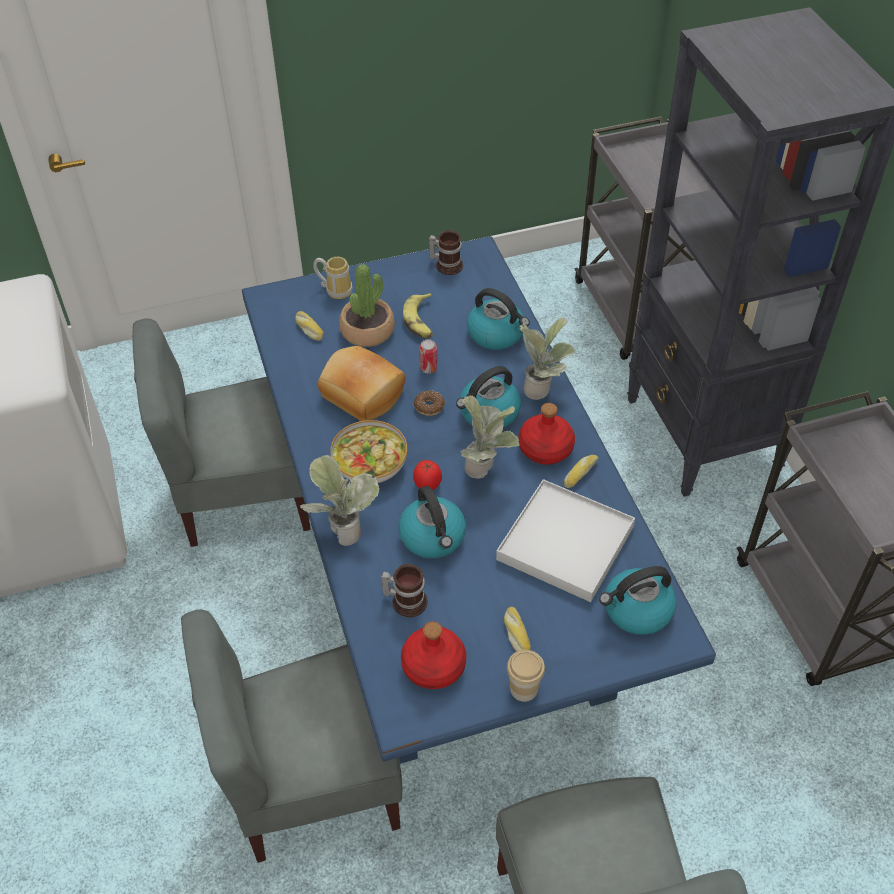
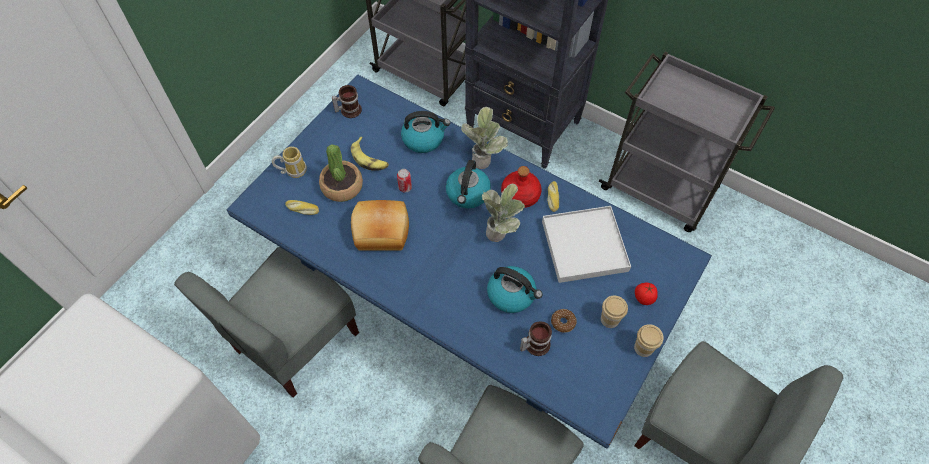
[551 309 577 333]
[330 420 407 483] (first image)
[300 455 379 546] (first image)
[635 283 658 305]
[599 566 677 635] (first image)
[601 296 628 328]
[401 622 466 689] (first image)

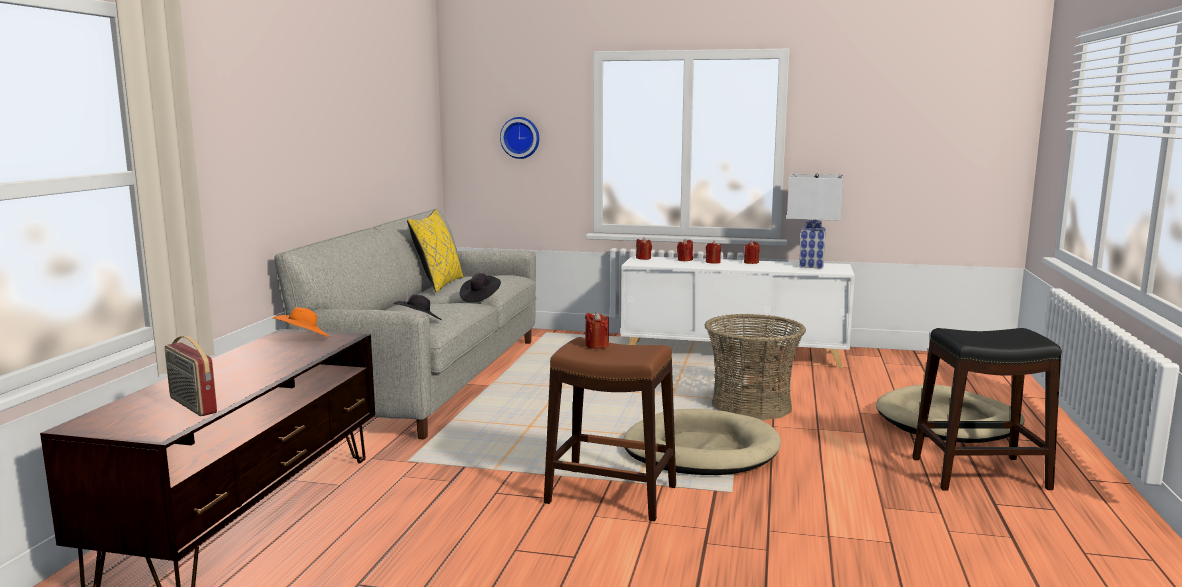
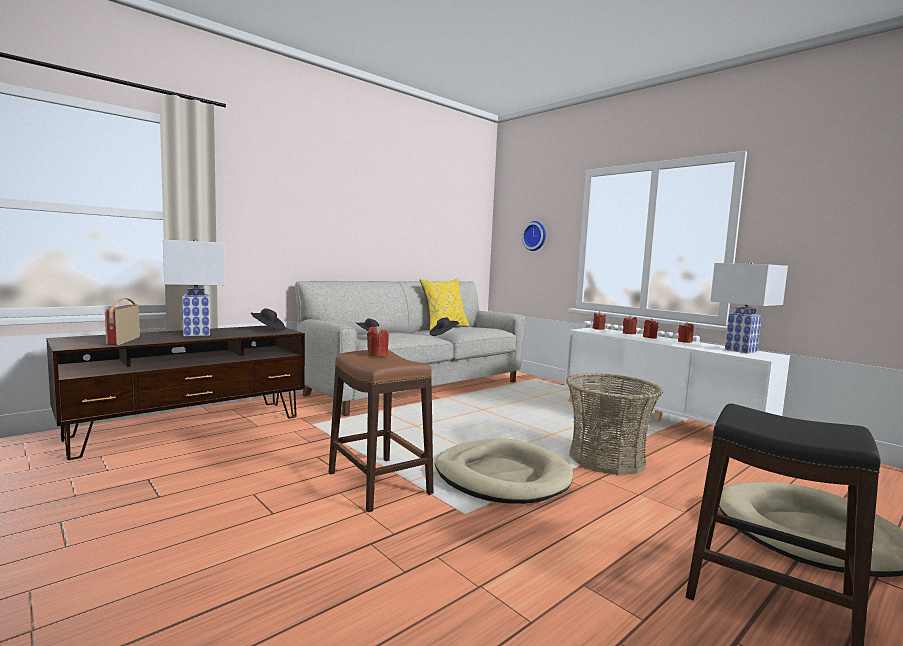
[251 308 285 331]
[163 239 225 336]

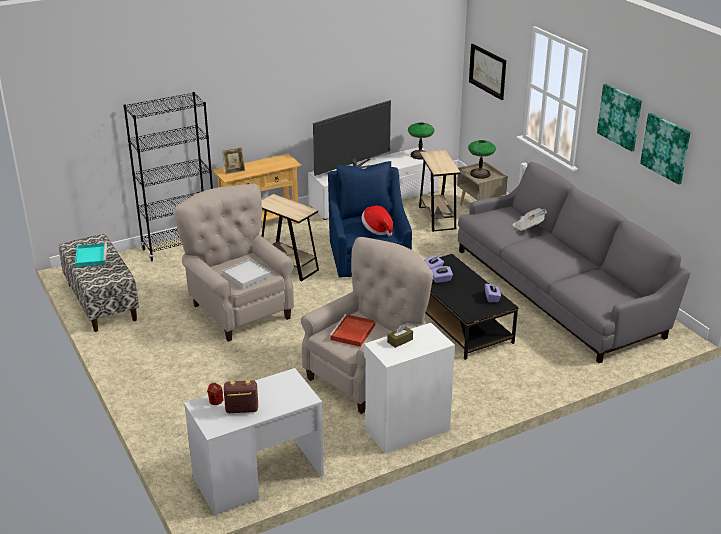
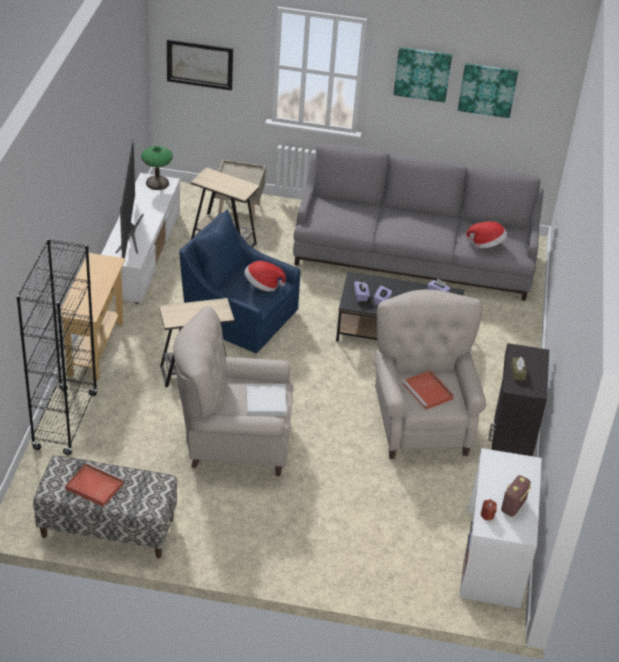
[468 140 496 179] (first image)
[222 147 245 174] (first image)
[513 208 547 231] (first image)
[65 462 124 507]
[488 343 549 456]
[466 221 507 248]

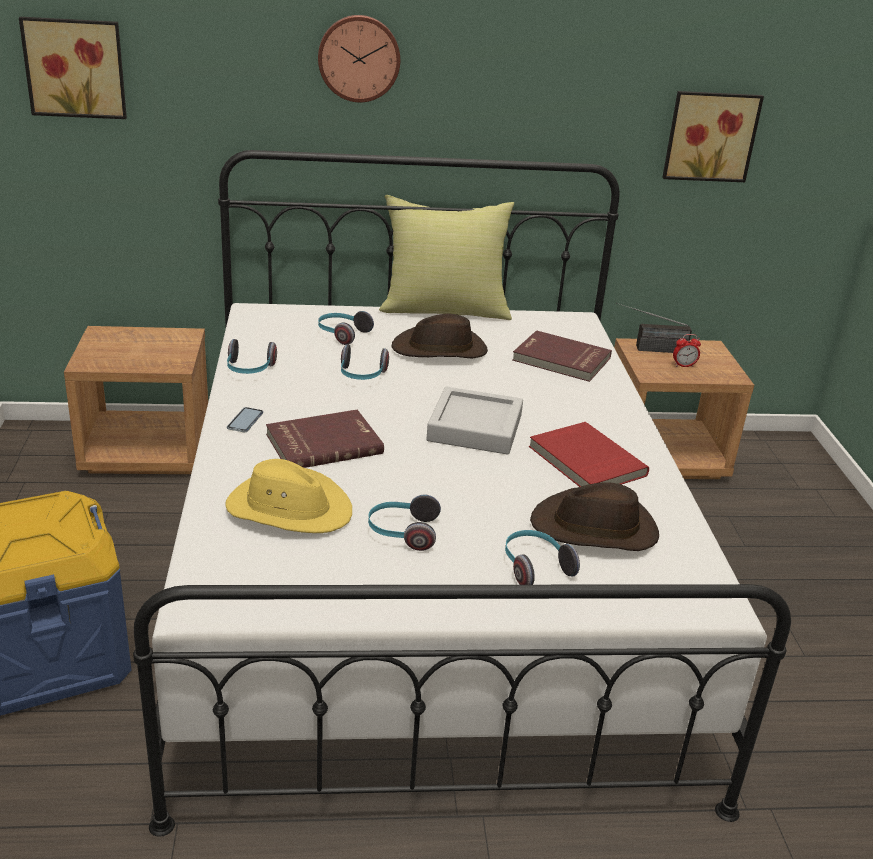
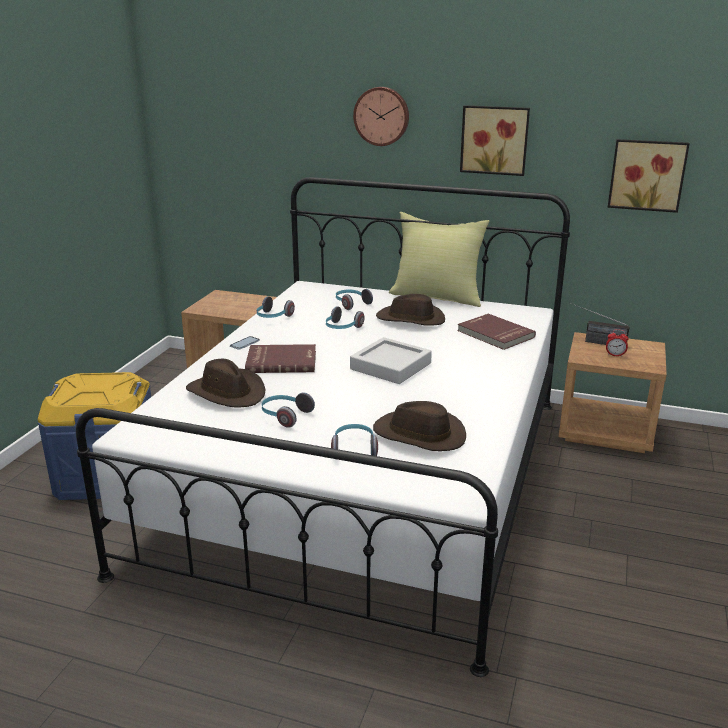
[460 105 530 176]
[529 422 649 487] (first image)
[186 359 265 408]

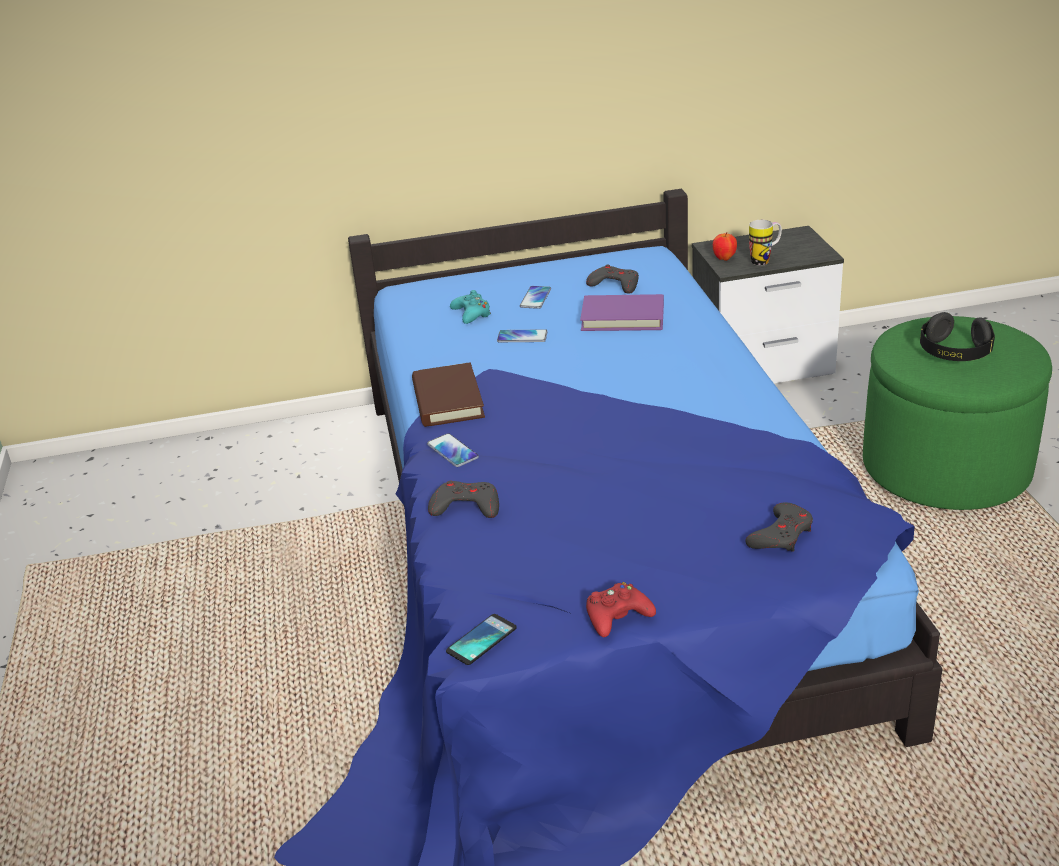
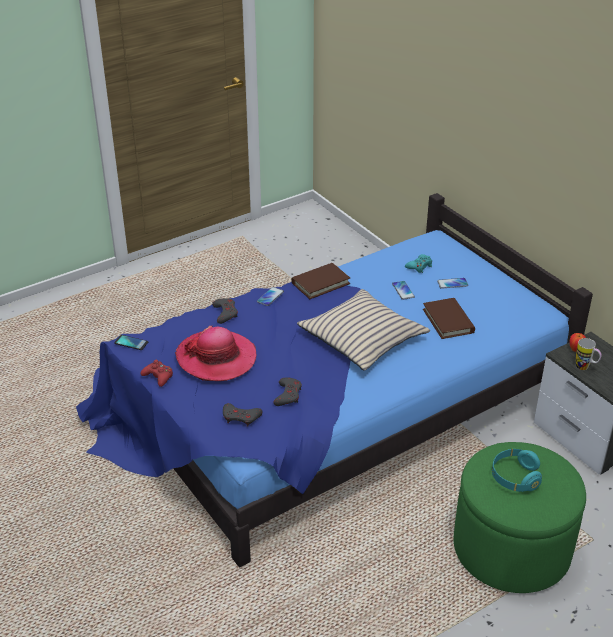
[273 377 302 406]
[423 298 475 339]
[492 449 542 492]
[297 289 430 371]
[175 326 256 381]

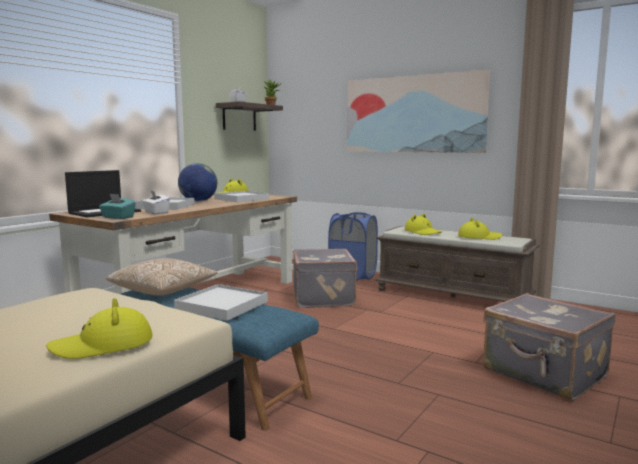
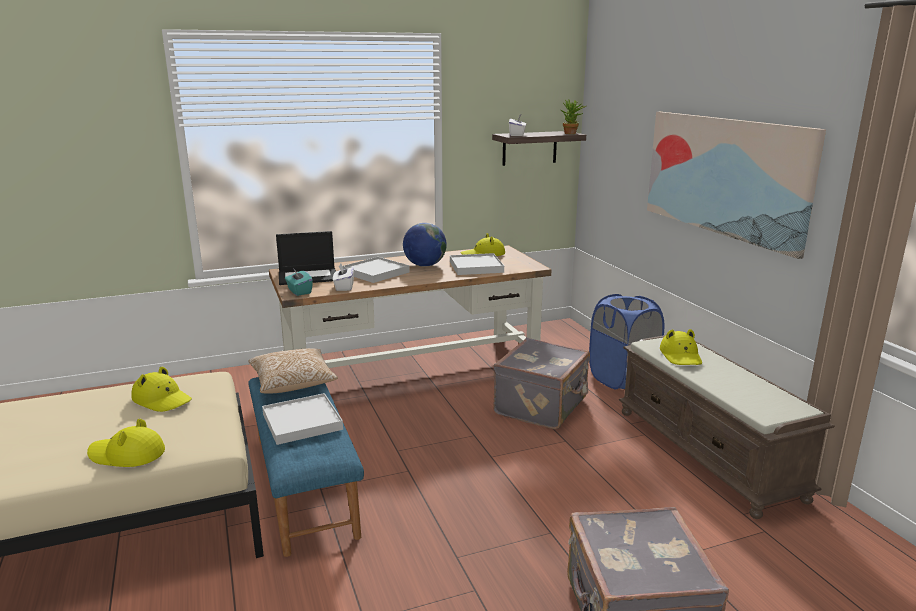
[131 367 192 412]

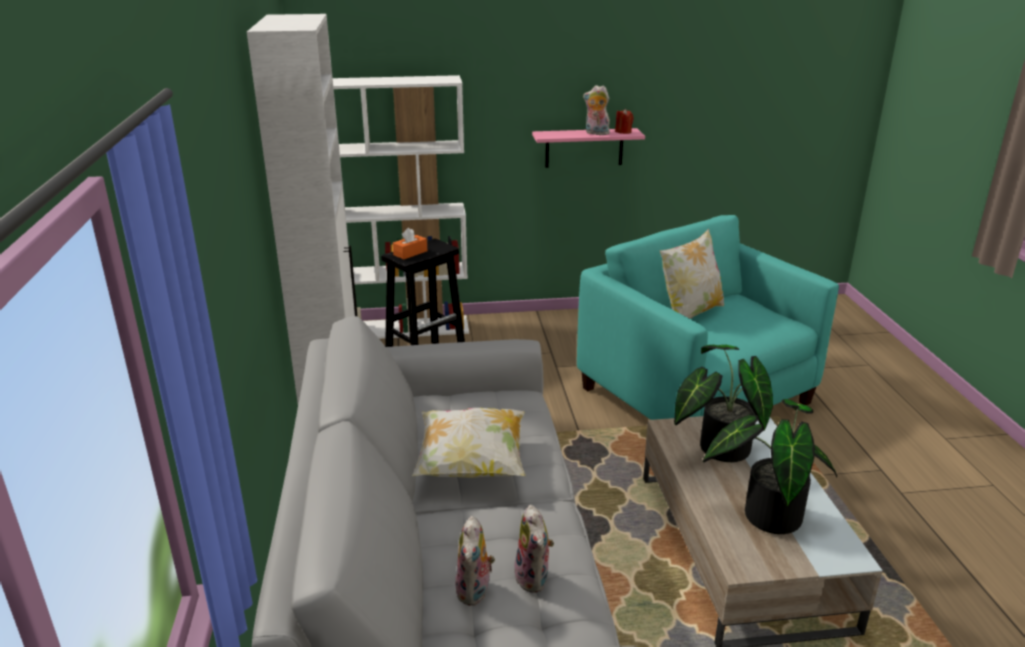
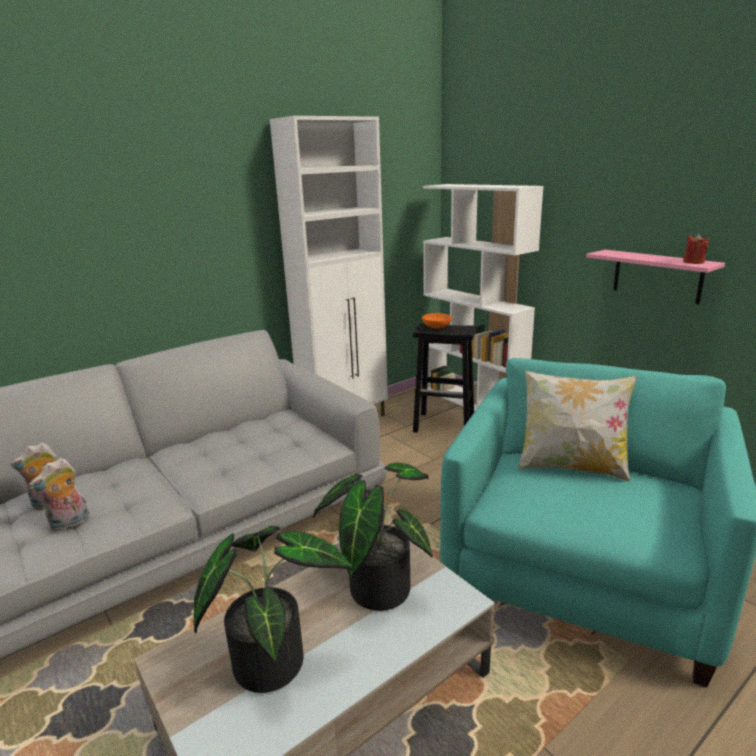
[583 85 610 135] (first image)
[422 313 452 329]
[412 408 526 478] (first image)

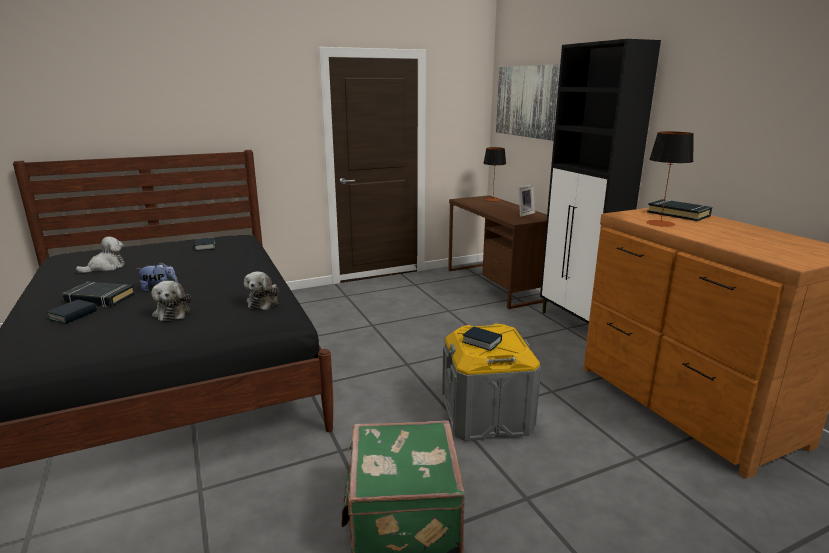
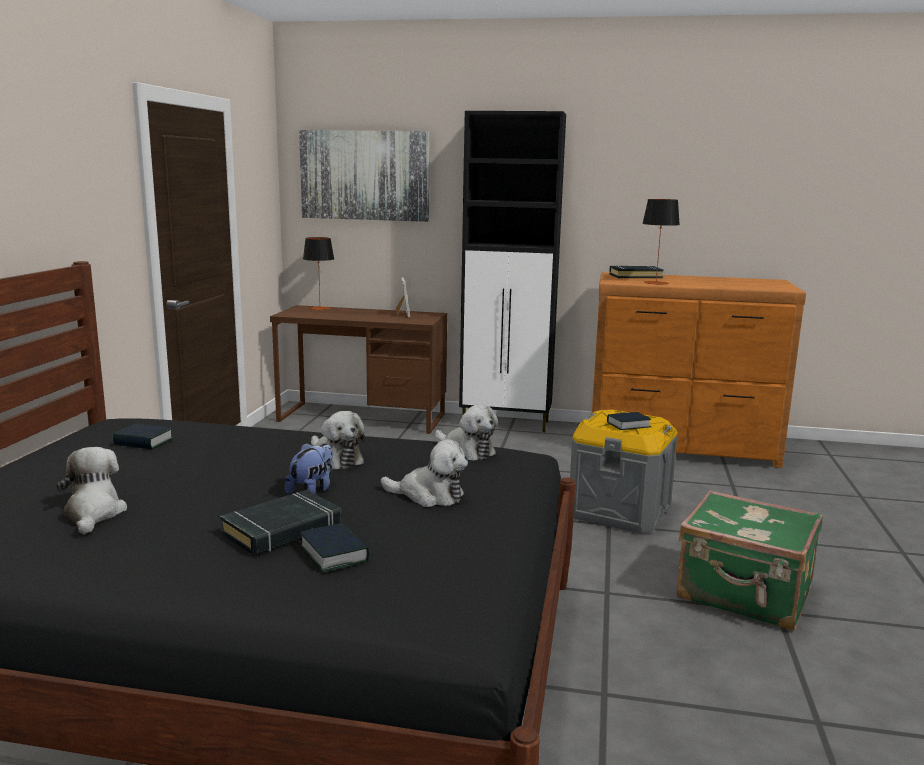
[311 411 365 469]

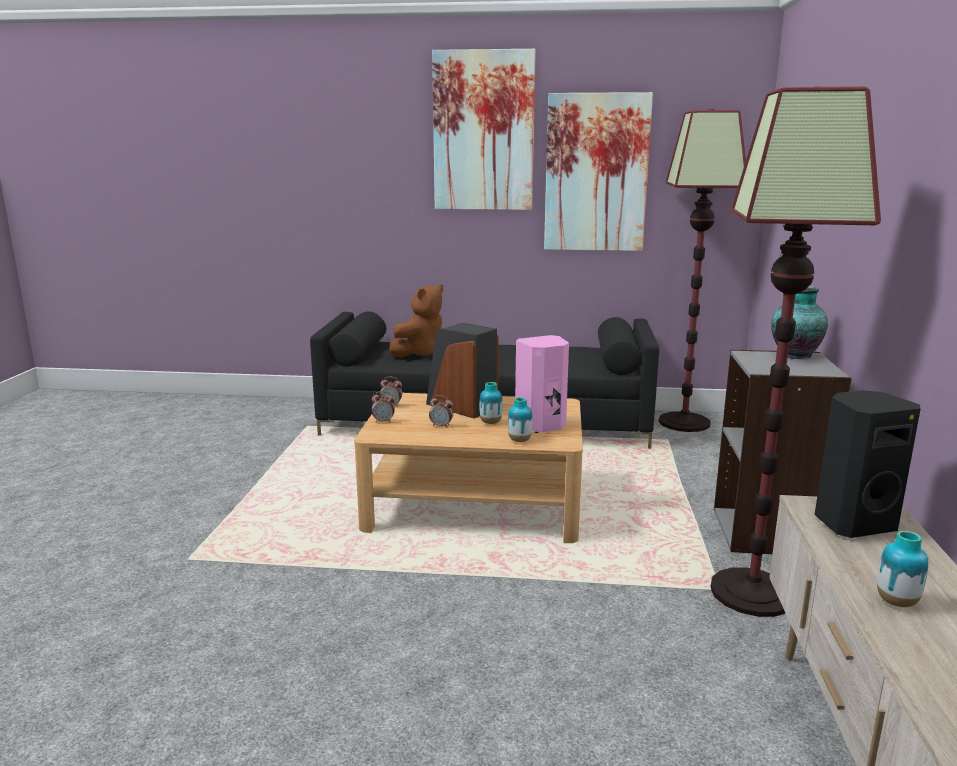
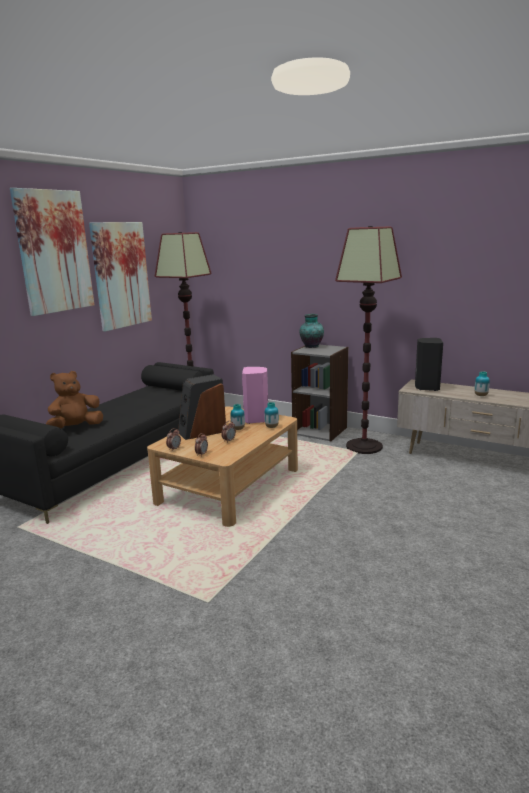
[46 371 103 429]

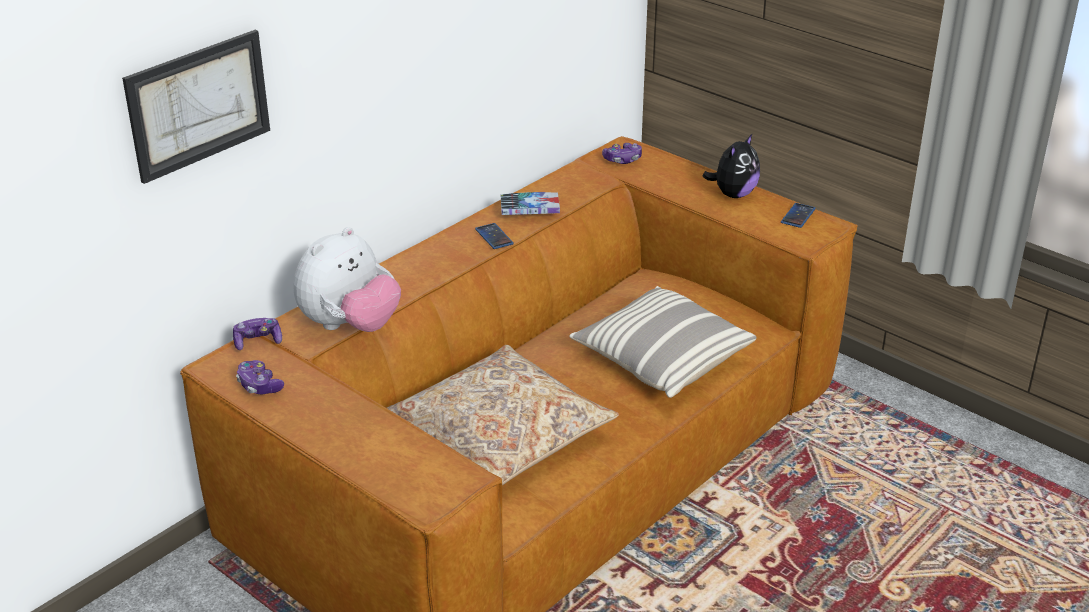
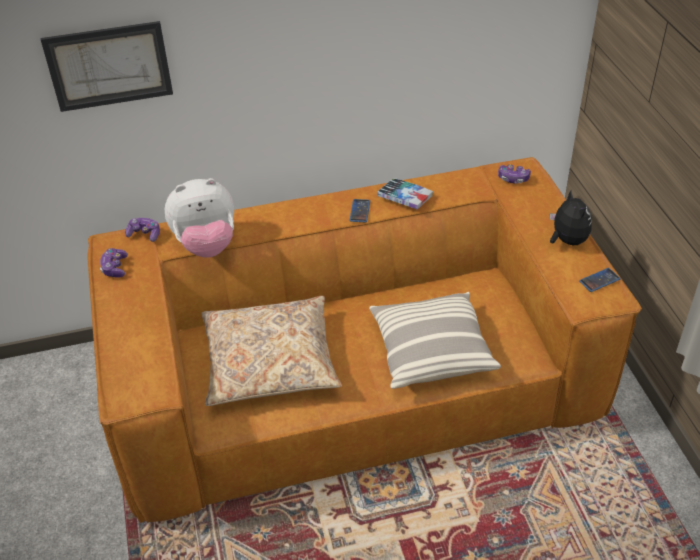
[549 190 592 245]

